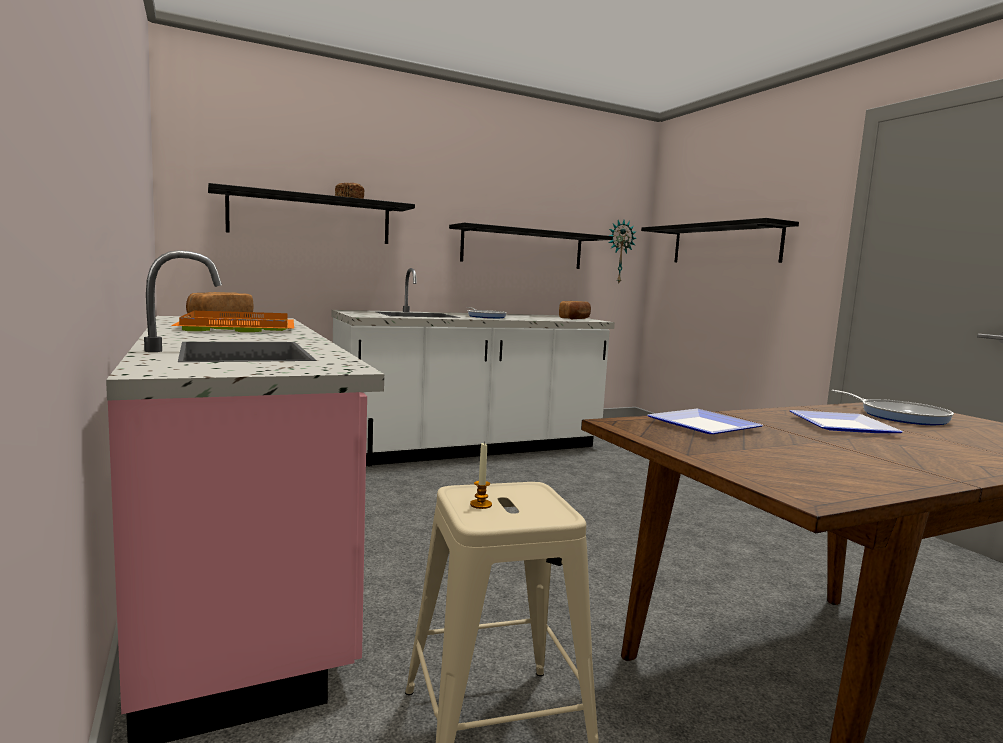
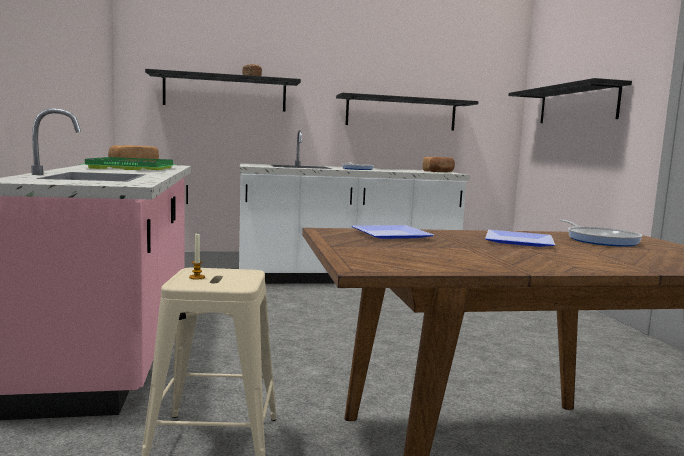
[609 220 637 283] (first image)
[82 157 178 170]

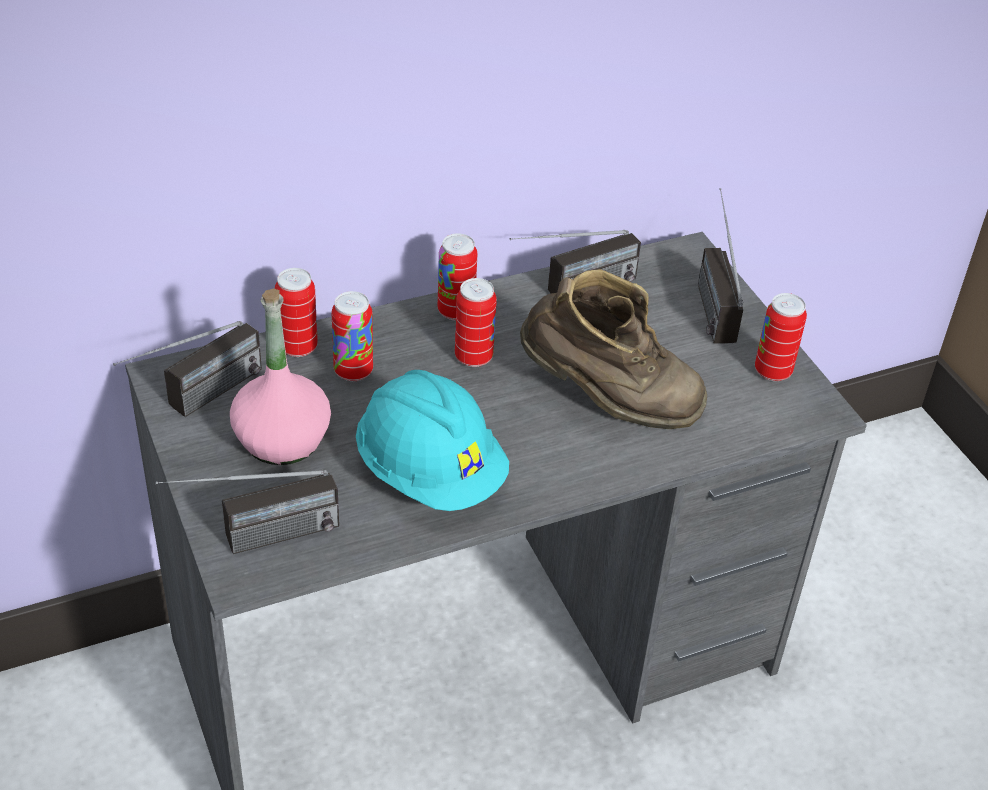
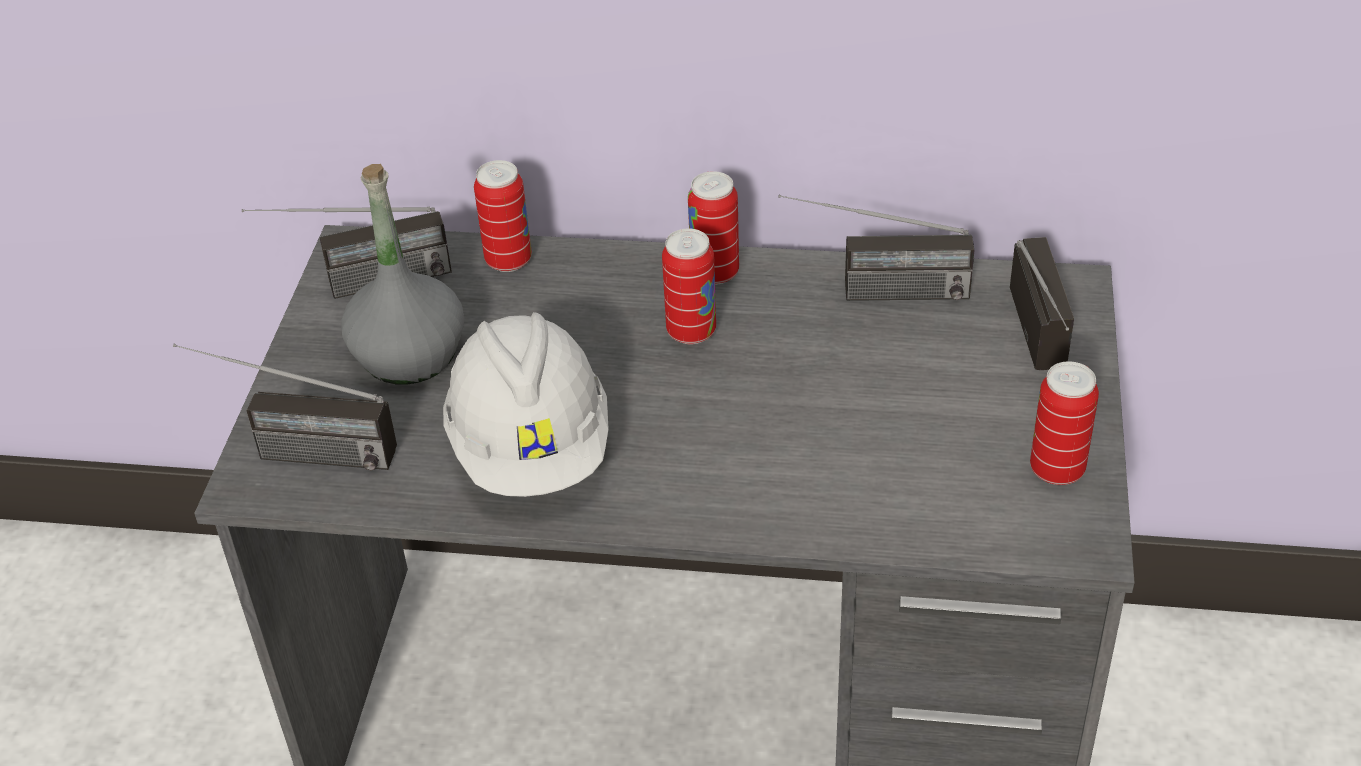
[1010 237 1074 370]
[520 269 707 429] (first image)
[341 164 464 385]
[332 291 373 381] (first image)
[443 312 609 497]

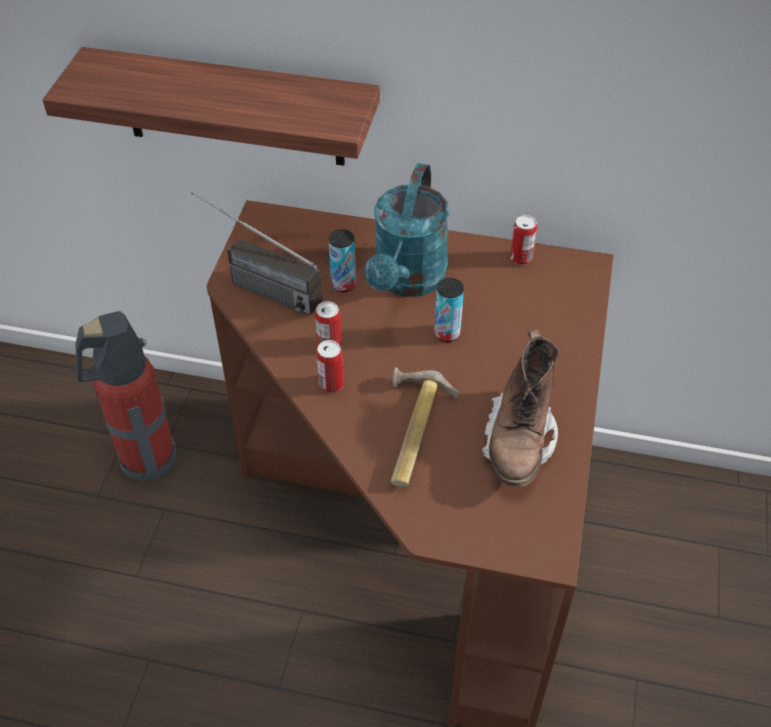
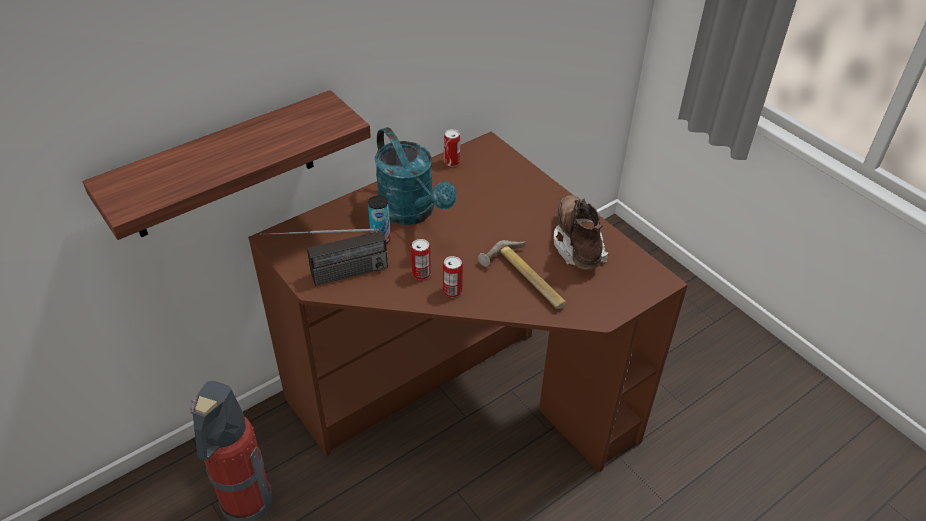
[434 278 464 342] (first image)
[553 195 609 270]

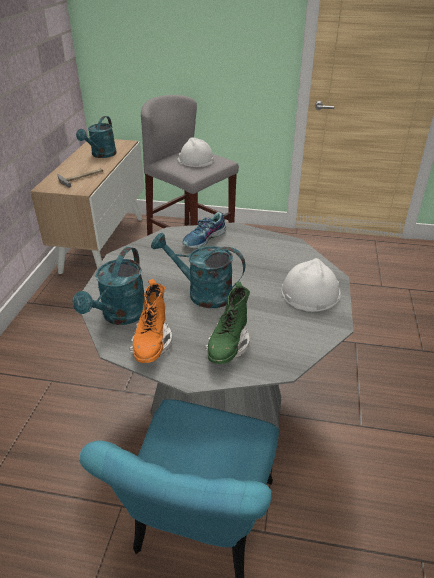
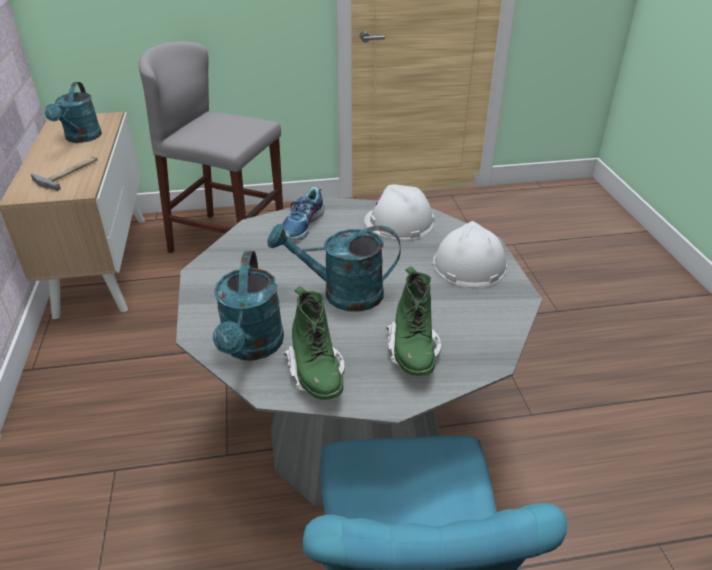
[364 184 434 240]
[284 286 344 400]

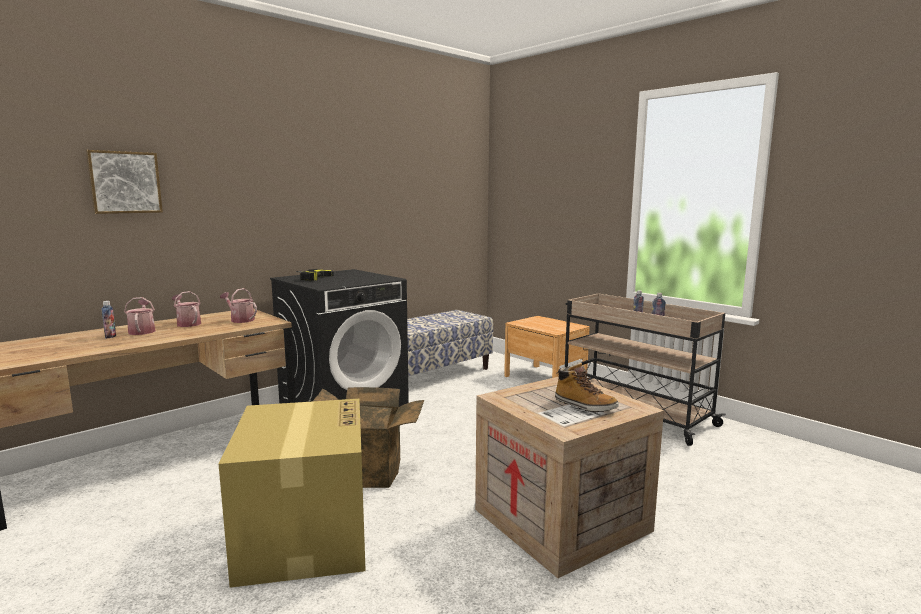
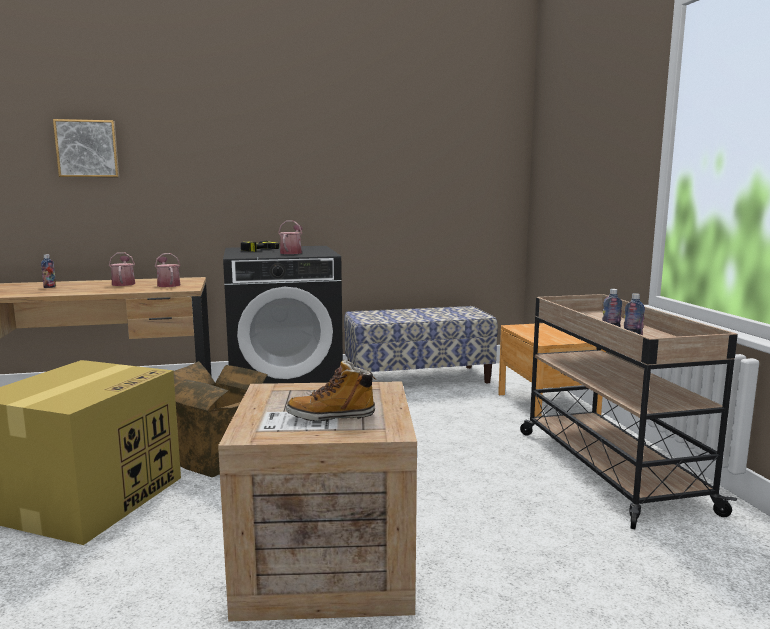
[278 220 303 254]
[286 359 377 421]

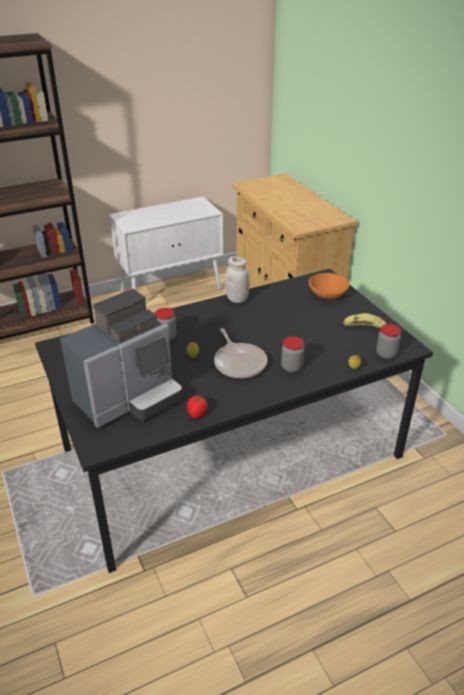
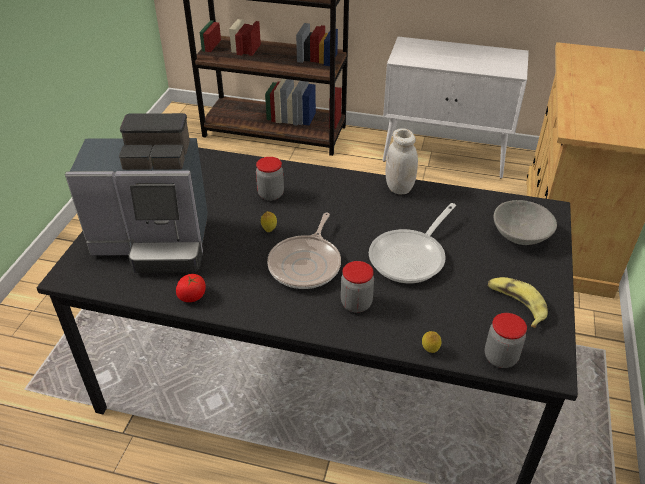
[494 200 557 245]
[369 203 456 284]

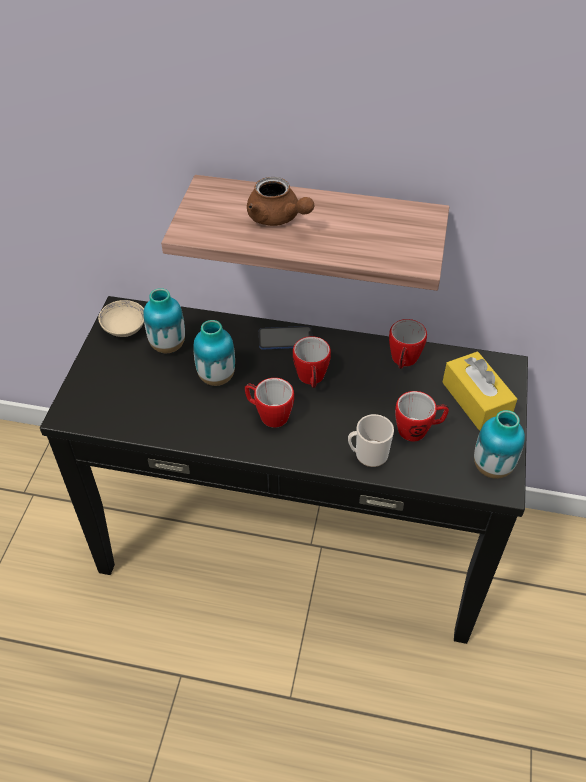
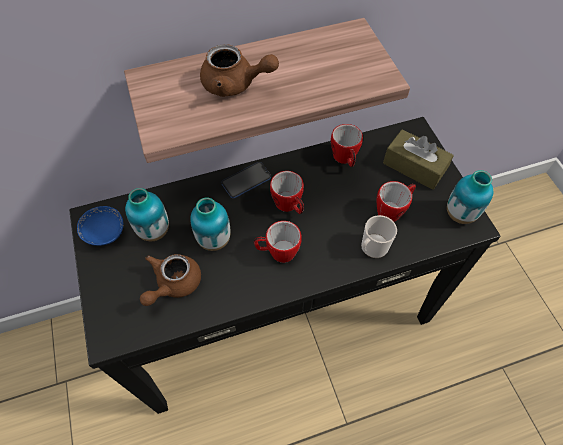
[77 206 123 246]
[383 129 454 190]
[140 254 201 306]

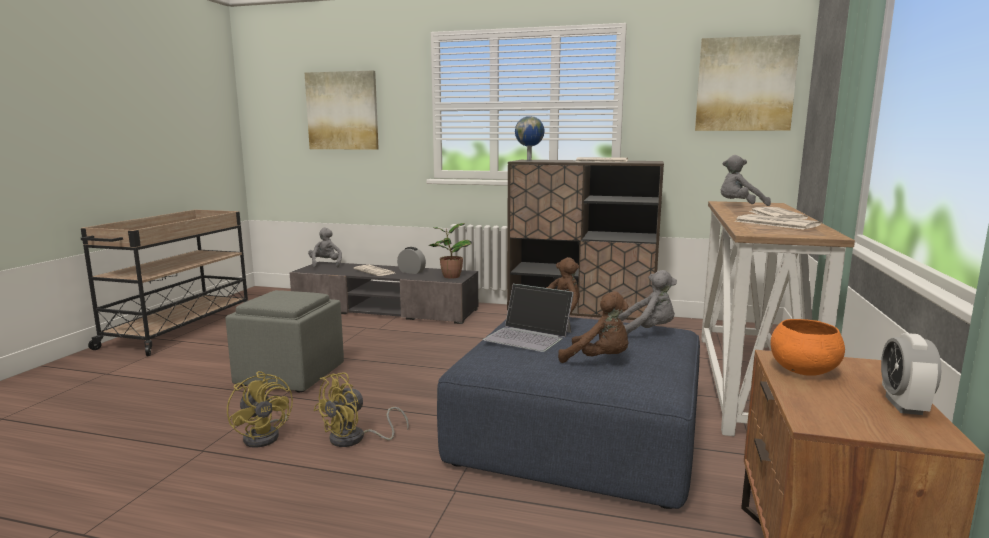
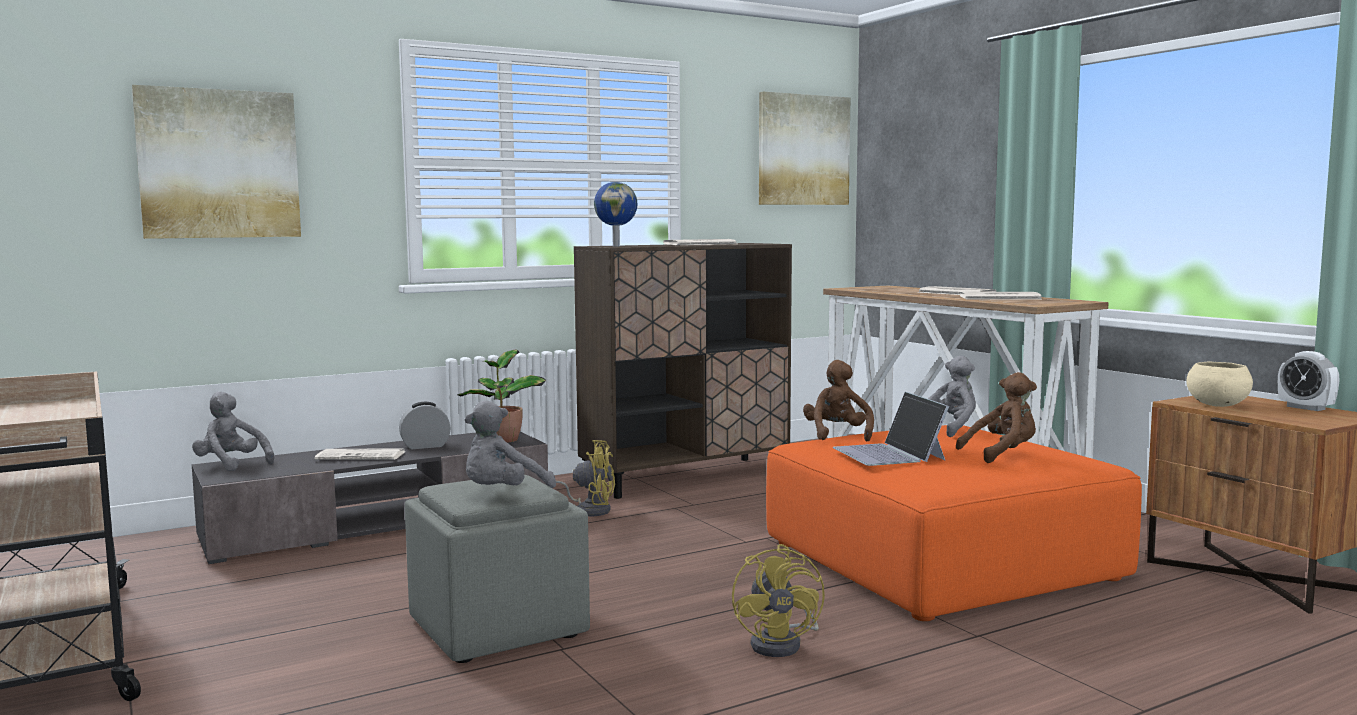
[465 400 556 488]
[833 392 949 466]
[766 425 1142 621]
[1186 362 1253 407]
[556 440 615 516]

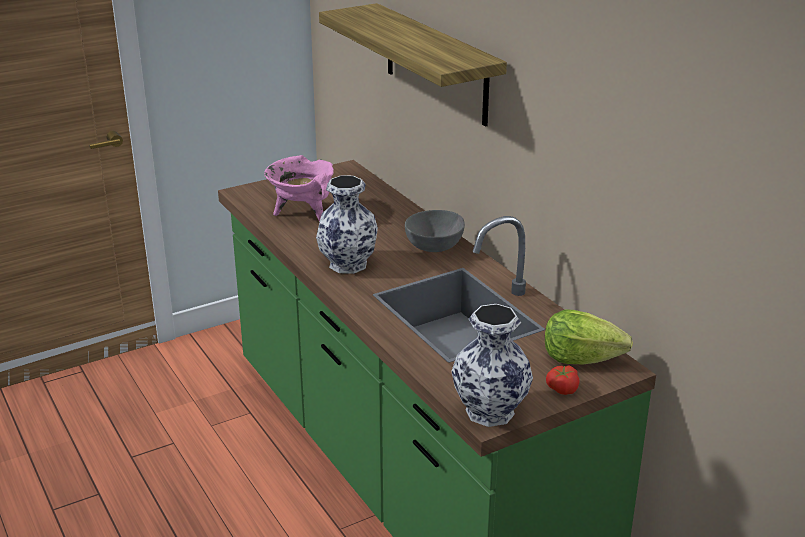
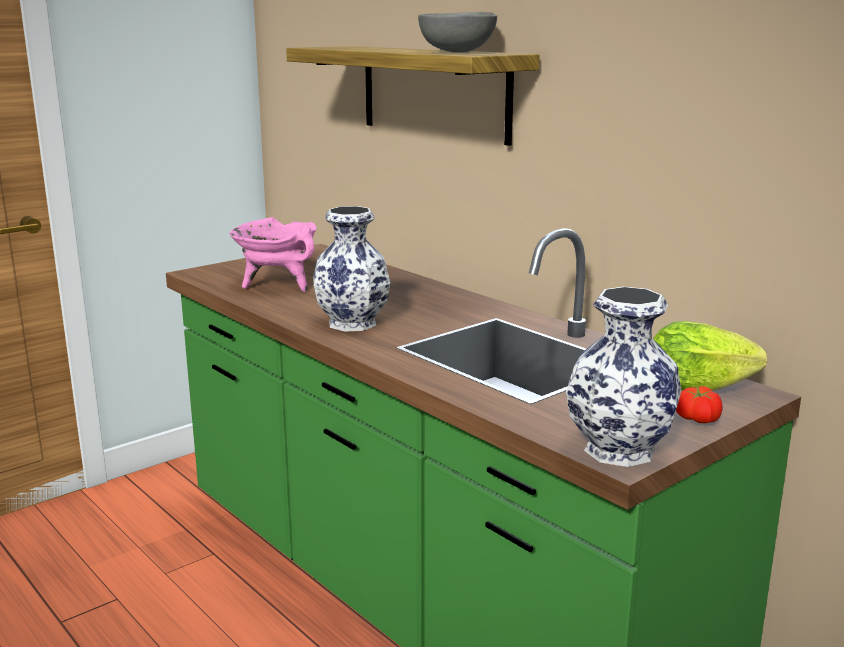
[418 12 497 53]

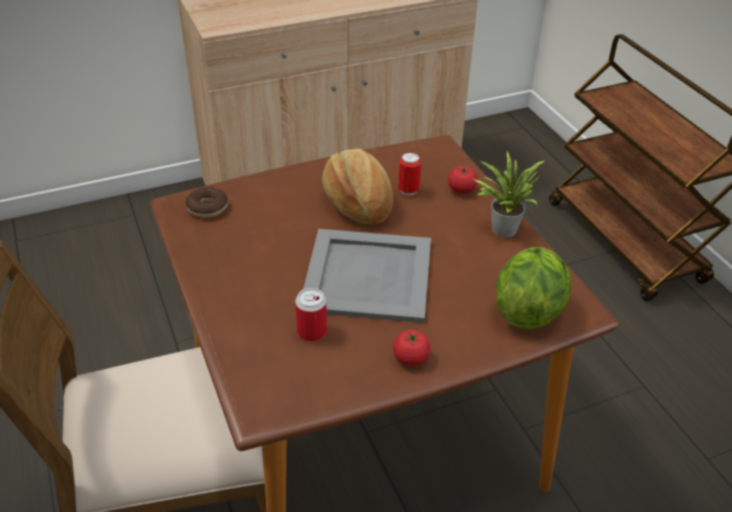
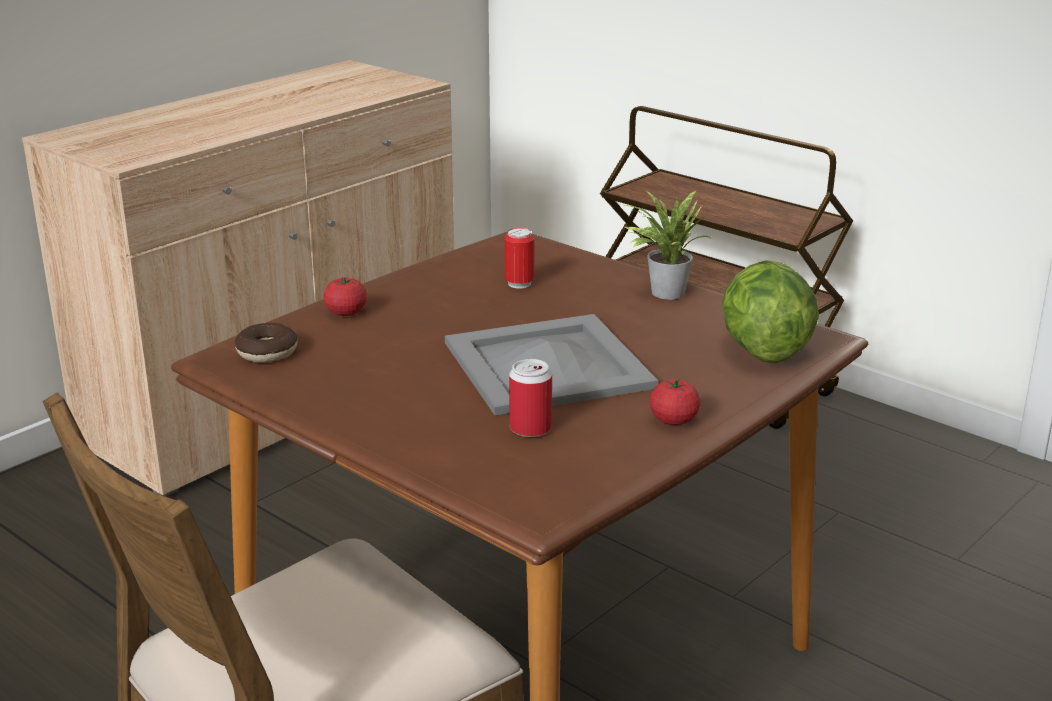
[322 149 393 225] (first image)
[324 277 367 316]

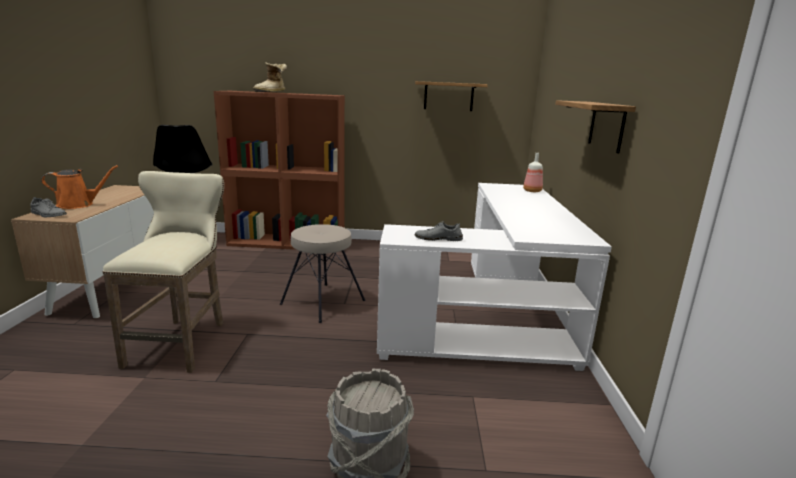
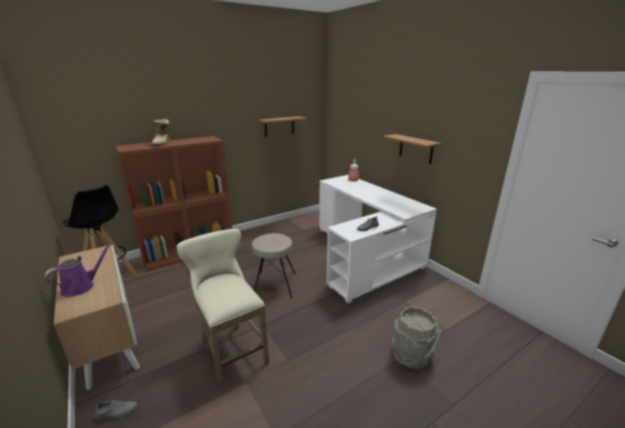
[44 243 112 297]
[94 400 138 420]

